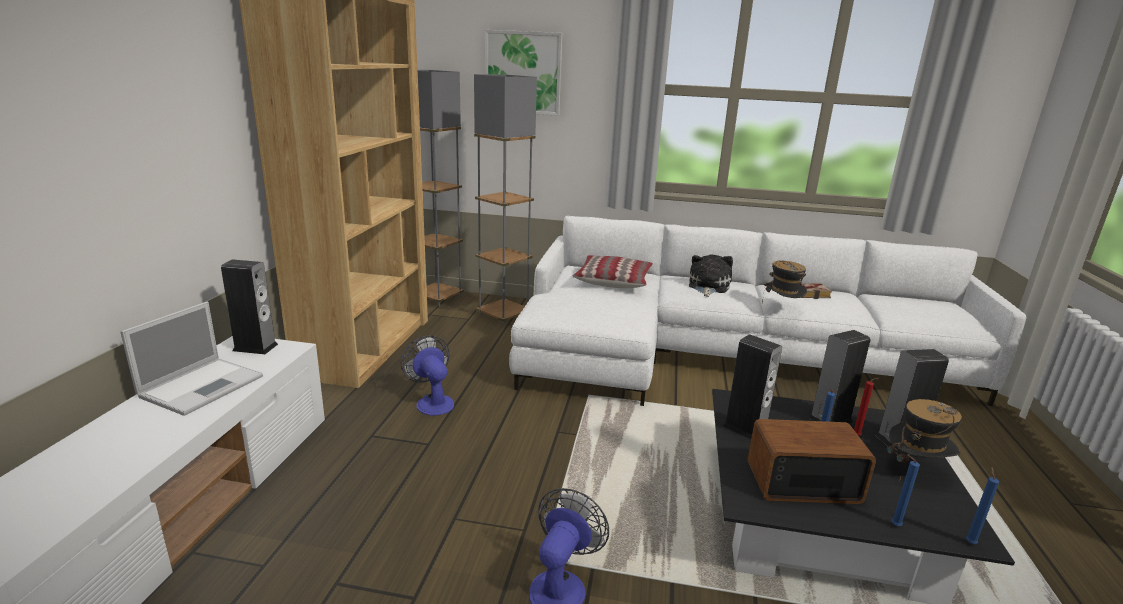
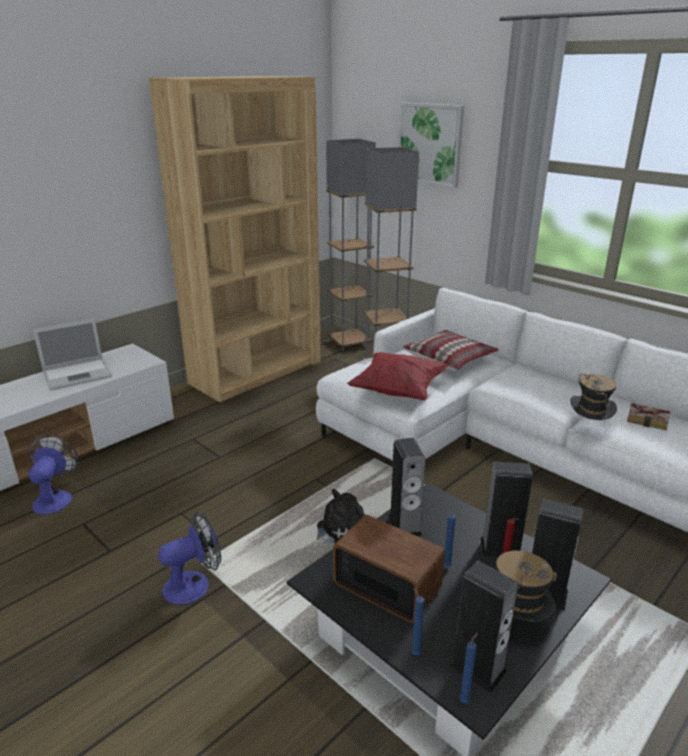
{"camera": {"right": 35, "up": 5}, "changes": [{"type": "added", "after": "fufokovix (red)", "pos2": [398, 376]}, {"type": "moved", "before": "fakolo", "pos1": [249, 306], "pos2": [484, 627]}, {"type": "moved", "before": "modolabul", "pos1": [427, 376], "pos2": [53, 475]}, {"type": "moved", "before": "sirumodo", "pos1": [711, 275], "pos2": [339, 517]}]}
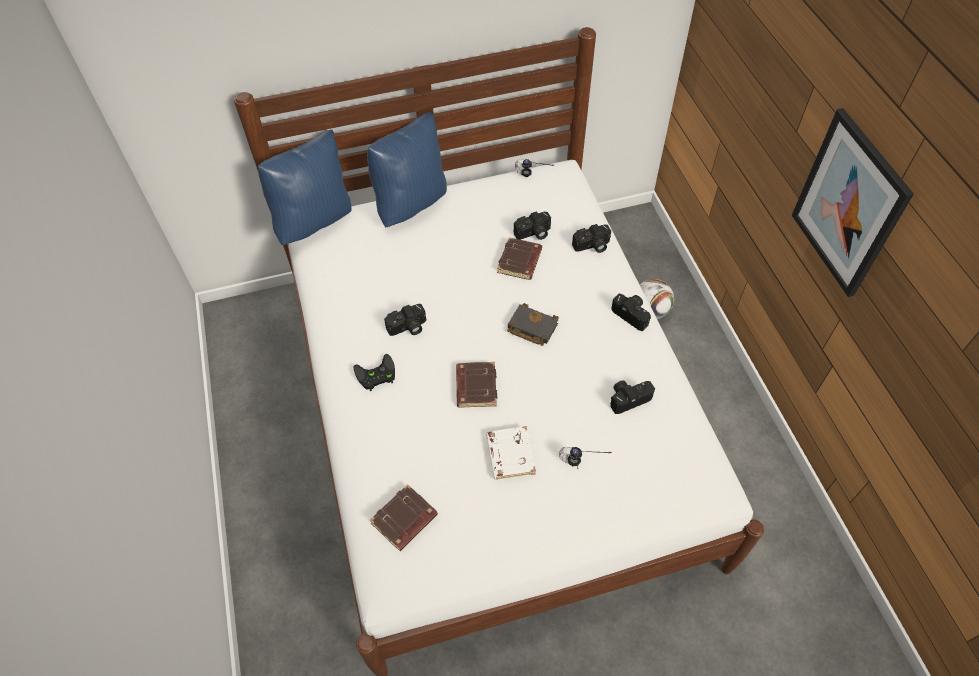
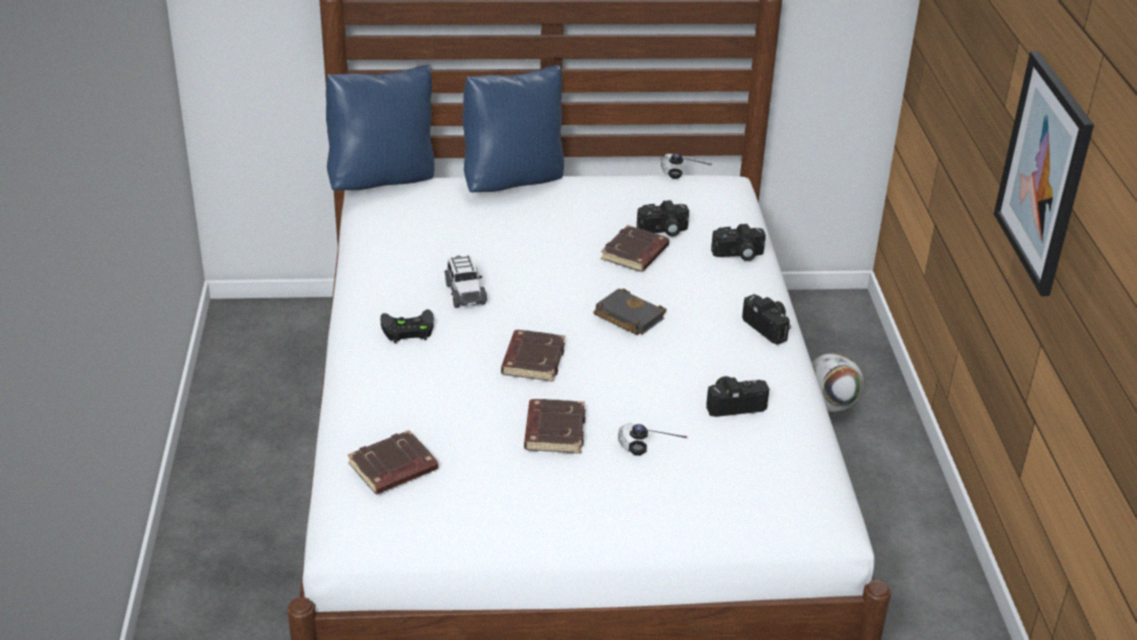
{"camera": {"right": 10, "up": -20}, "changes": [{"type": "replaced", "before": "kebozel", "after": "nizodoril", "pos1": [405, 320], "pos2": [466, 281]}, {"type": "recoloured", "before": "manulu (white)", "after": "manulu (brown)", "pos1": [511, 453], "pos2": [554, 426]}]}
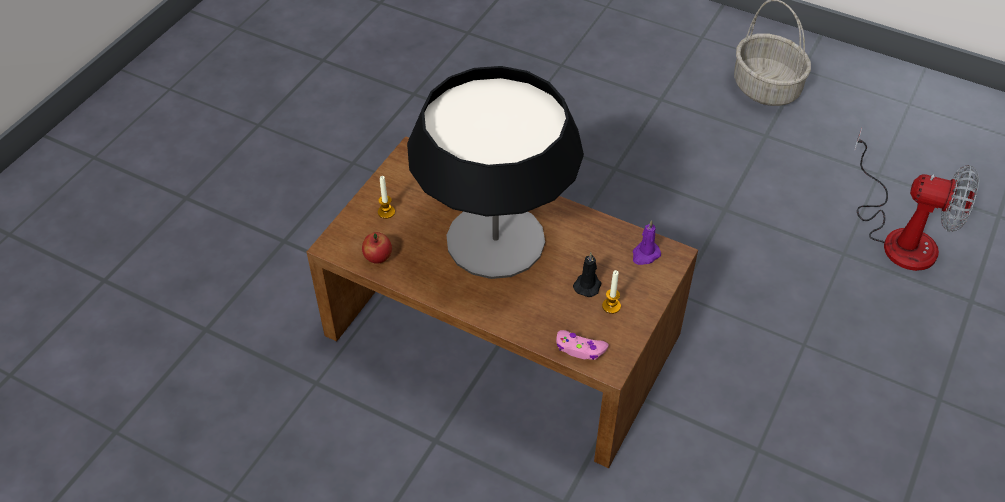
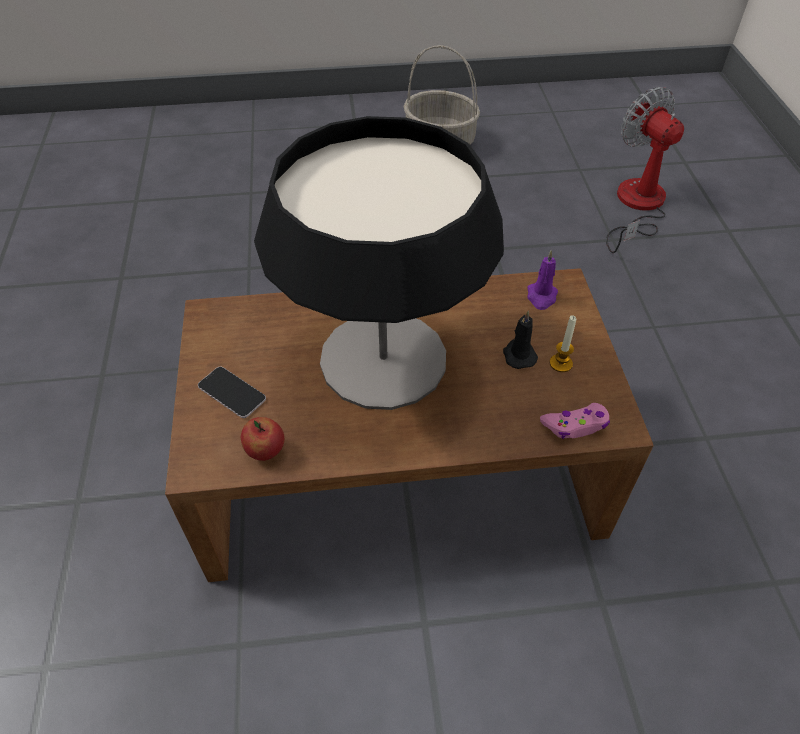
{"camera": {"right": -35, "up": 0}, "changes": [{"type": "replaced", "before": "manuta", "after": "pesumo", "pos1": [386, 197], "pos2": [232, 392]}, {"type": "turned", "before": "modolabul", "pos1": [917, 199], "pos2": [645, 170], "turn": -105}]}
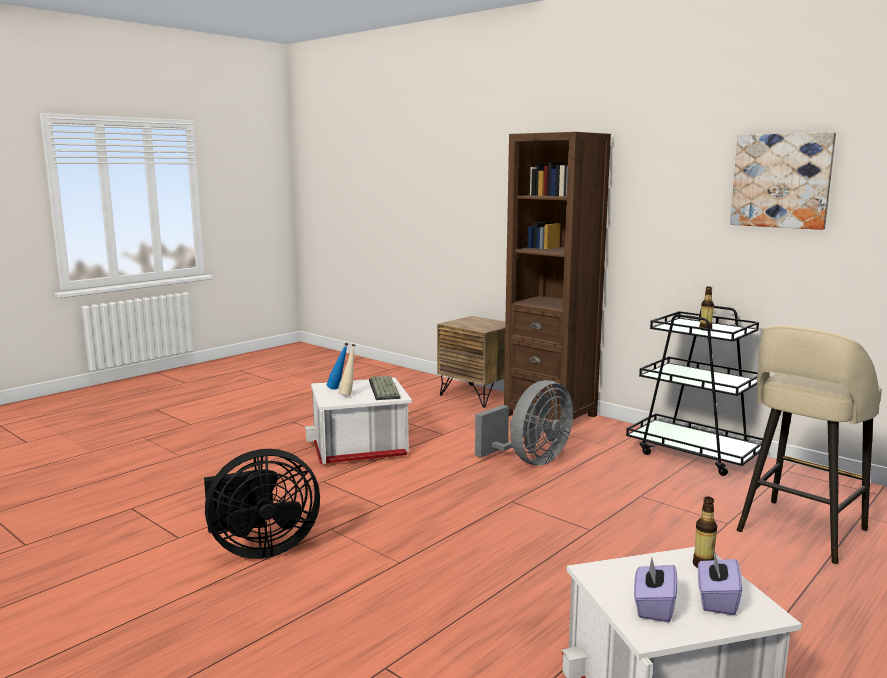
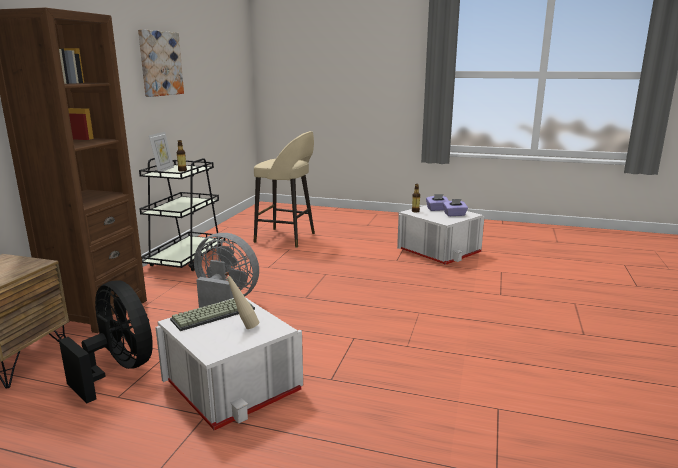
{"camera": {"right": -115, "up": 5}, "changes": [{"type": "removed", "before": "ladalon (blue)", "pos1": [337, 366]}, {"type": "added", "after": "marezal", "pos2": [161, 151]}, {"type": "moved", "before": "modolabul (black)", "pos1": [262, 504], "pos2": [106, 342]}]}
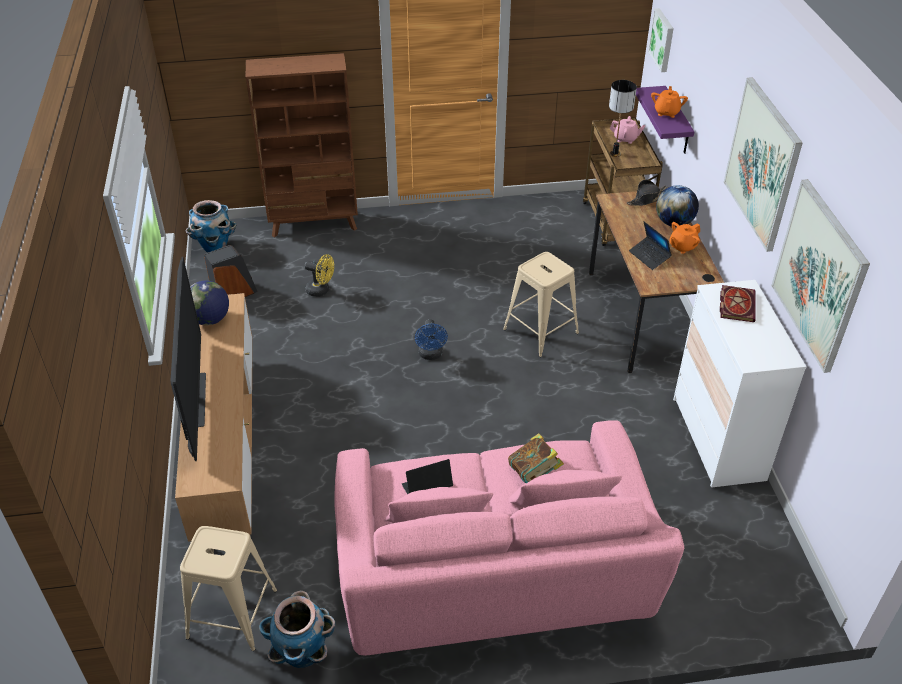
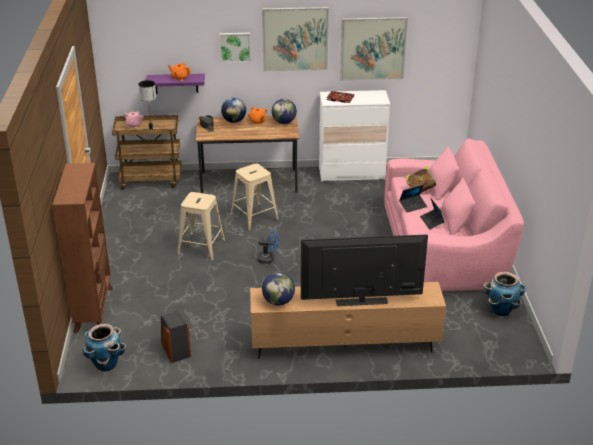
{"camera": {"right": -85, "up": -10}, "changes": [{"type": "removed", "before": "modolabul (yellow)", "pos1": [319, 275]}, {"type": "added", "after": "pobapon", "pos2": [284, 111]}, {"type": "moved", "before": "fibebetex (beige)", "pos1": [228, 588], "pos2": [201, 226]}, {"type": "moved", "before": "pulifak", "pos1": [650, 246], "pos2": [413, 198]}, {"type": "moved", "before": "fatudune", "pos1": [661, 40], "pos2": [235, 48]}]}
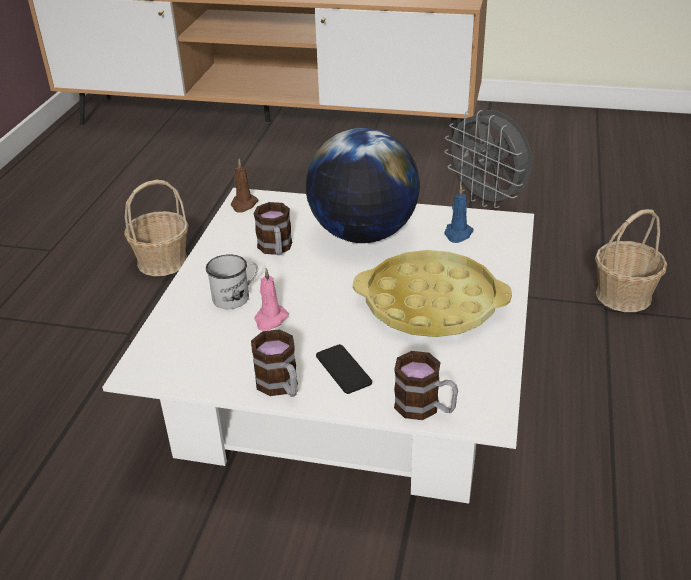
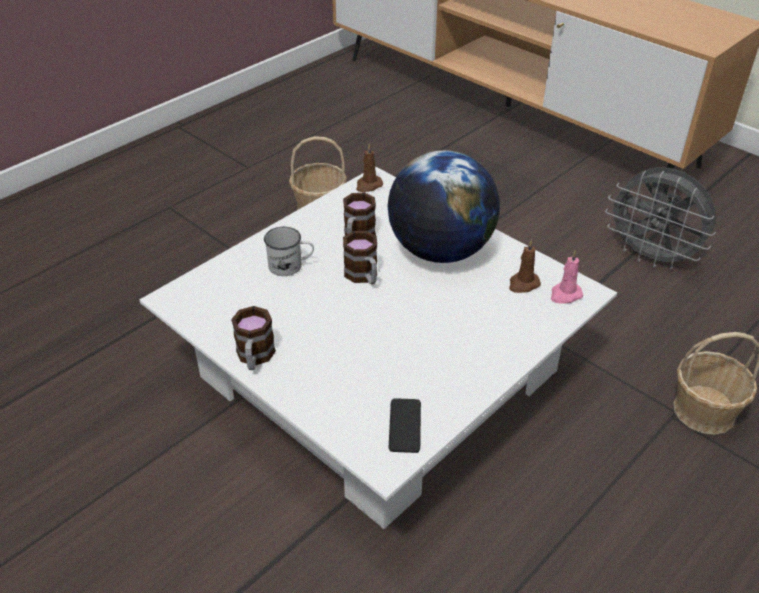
{"camera": {"right": 30, "up": 5}, "changes": [{"type": "removed", "before": "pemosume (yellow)", "pos1": [432, 293]}, {"type": "moved", "before": "manuta (pink)", "pos1": [271, 299], "pos2": [567, 276]}, {"type": "moved", "before": "pesumo", "pos1": [344, 369], "pos2": [405, 426]}, {"type": "moved", "before": "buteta", "pos1": [426, 385], "pos2": [360, 258]}, {"type": "recoloured", "before": "manuta (blue)", "after": "manuta (brown)", "pos1": [459, 214], "pos2": [525, 266]}, {"type": "turned", "before": "modolabul (grey)", "pos1": [488, 159], "pos2": [660, 218], "turn": -45}]}
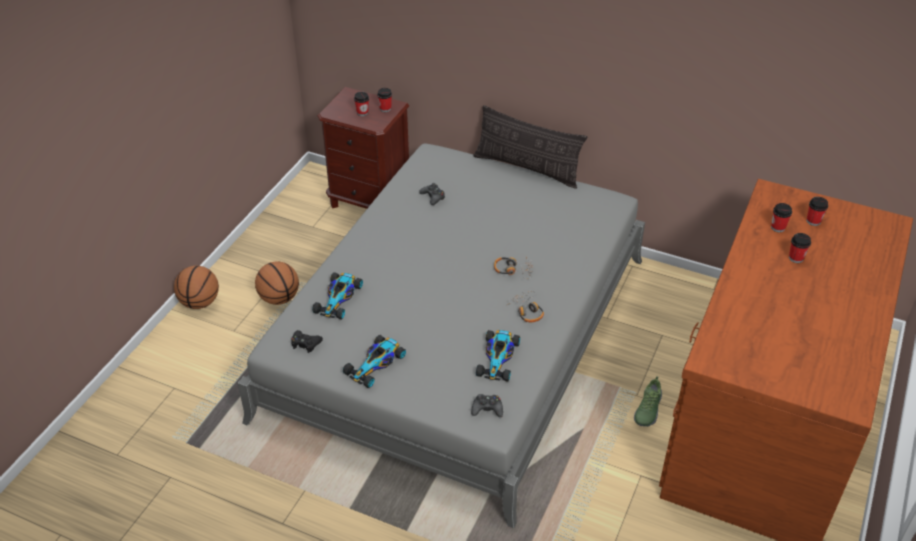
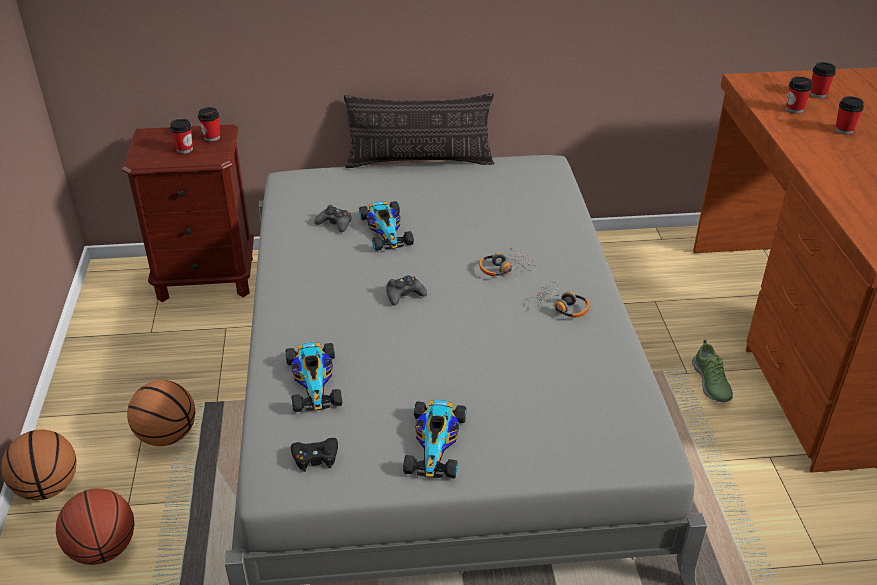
{"camera": {"right": -30, "up": -5}, "changes": [{"type": "added", "after": "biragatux", "pos2": [95, 526]}, {"type": "moved", "before": "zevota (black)", "pos1": [487, 405], "pos2": [406, 290]}, {"type": "moved", "before": "nizodoril", "pos1": [498, 356], "pos2": [386, 226]}]}
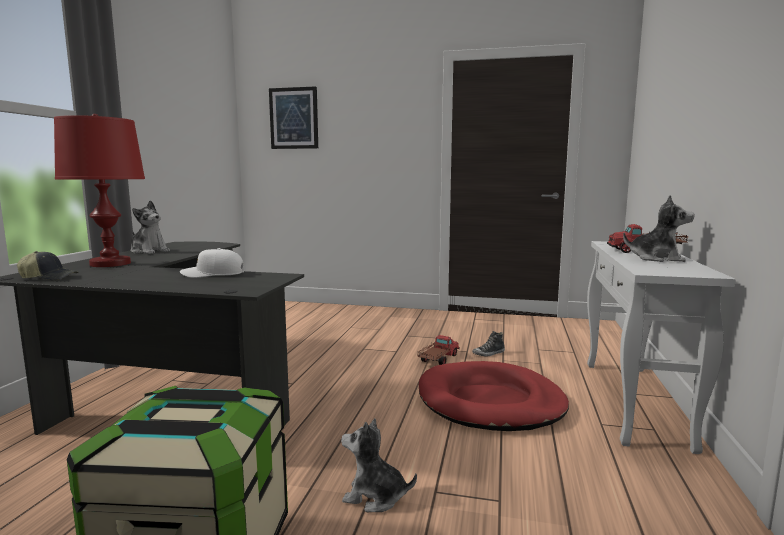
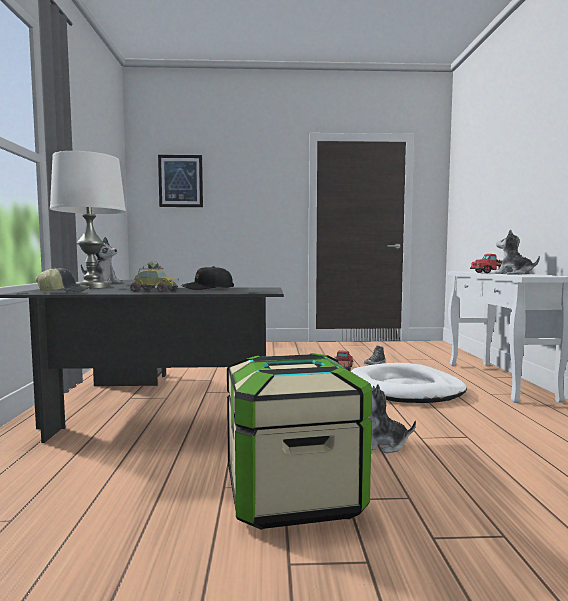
{"camera": {"right": -15, "up": -5}, "changes": [{"type": "added", "after": "nizodoril", "pos2": [156, 276]}, {"type": "recoloured", "before": "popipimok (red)", "after": "popipimok (white)", "pos1": [99, 190], "pos2": [88, 219]}, {"type": "recoloured", "before": "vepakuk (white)", "after": "vepakuk (black)", "pos1": [212, 263], "pos2": [207, 278]}, {"type": "recoloured", "before": "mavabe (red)", "after": "mavabe (white)", "pos1": [494, 396], "pos2": [409, 383]}, {"type": "turned", "before": "sirumodo", "pos1": [659, 228], "pos2": [517, 252], "turn": -135}]}
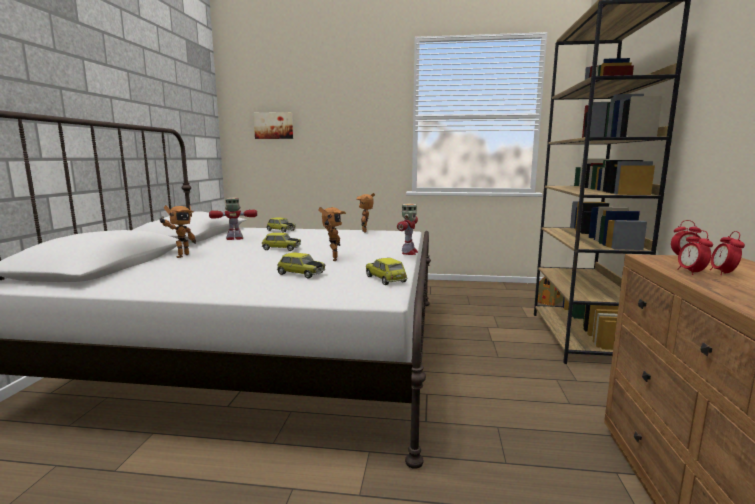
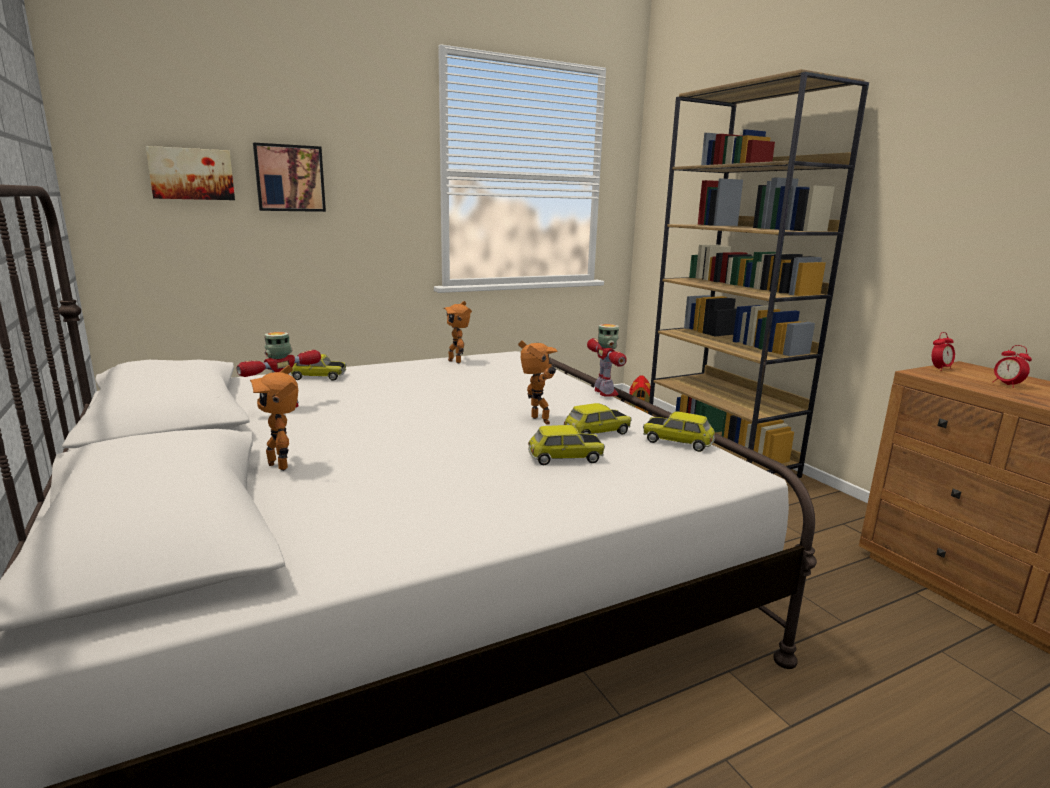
{"camera": {"right": -35, "up": 5}, "changes": [{"type": "removed", "before": "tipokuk", "pos1": [695, 252]}, {"type": "added", "after": "fatudune", "pos2": [289, 177]}, {"type": "moved", "before": "nizodoril", "pos1": [281, 242], "pos2": [598, 419]}, {"type": "turned", "before": "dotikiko", "pos1": [178, 231], "pos2": [274, 418], "turn": 150}]}
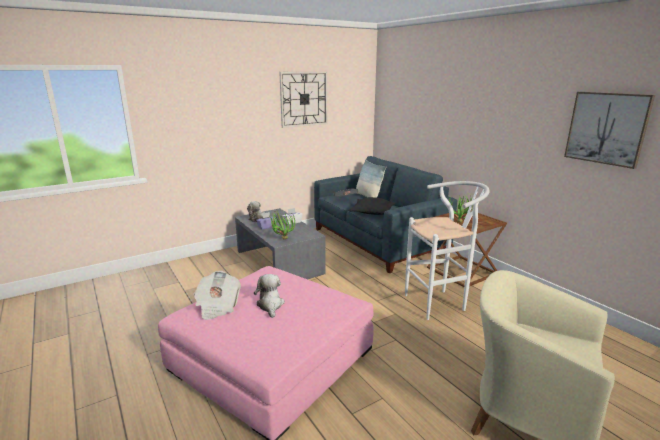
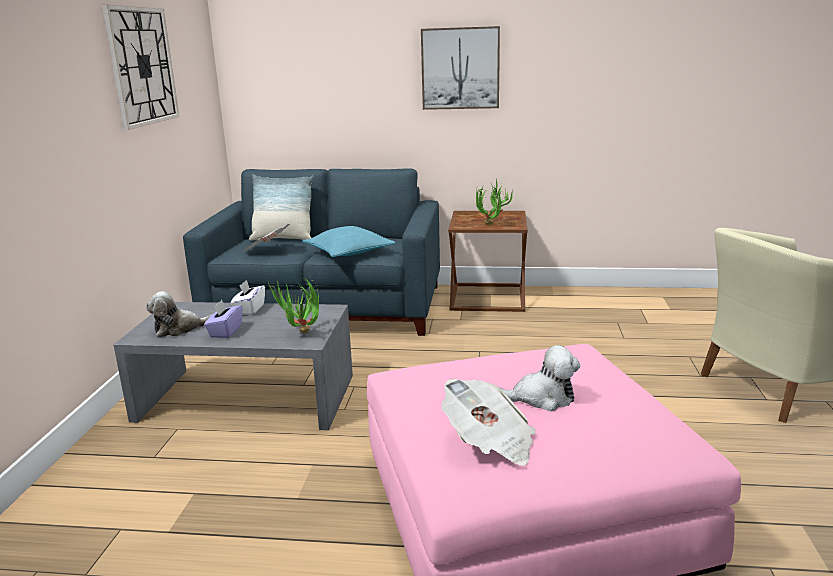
{"camera": {"right": -50, "up": 0}, "changes": [{"type": "removed", "before": "fibebetex (white)", "pos1": [447, 250]}, {"type": "moved", "before": "fatudune", "pos1": [609, 130], "pos2": [460, 68]}, {"type": "recoloured", "before": "fufokovix (black)", "after": "fufokovix (turquoise)", "pos1": [372, 206], "pos2": [349, 241]}, {"type": "turned", "before": "sirumodo", "pos1": [269, 296], "pos2": [539, 378], "turn": 150}]}
